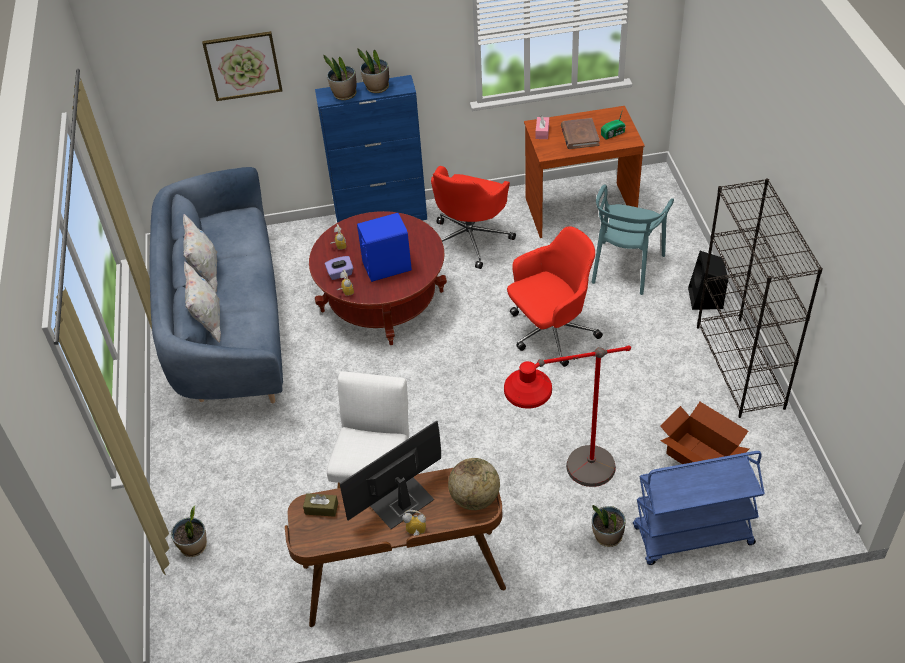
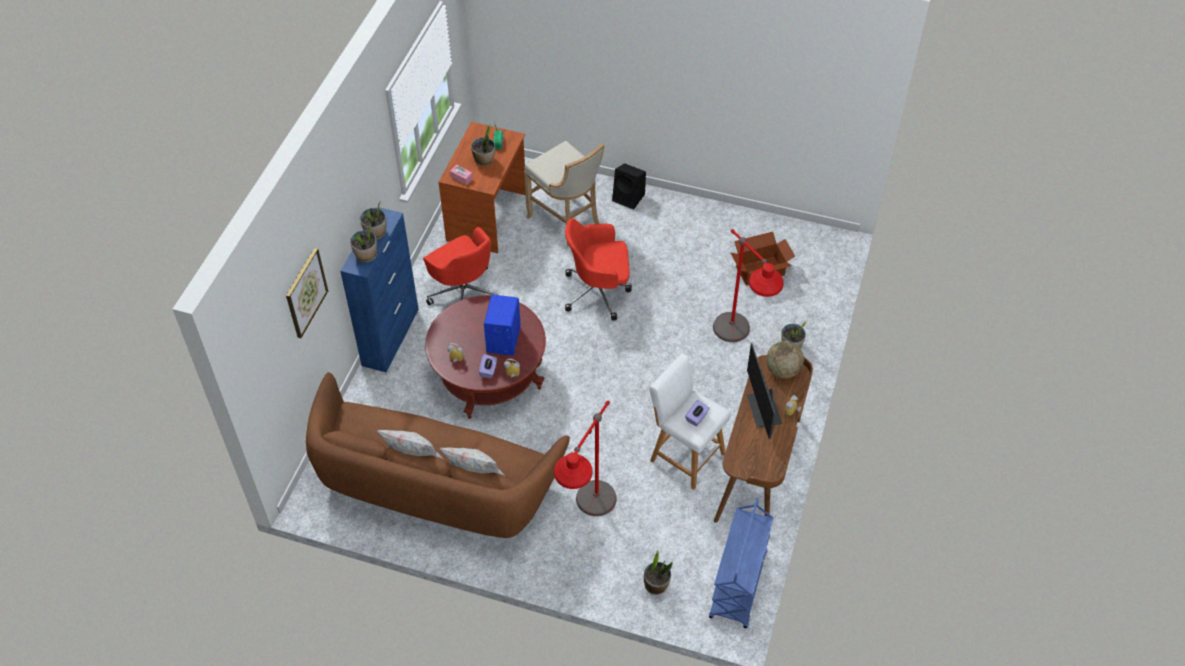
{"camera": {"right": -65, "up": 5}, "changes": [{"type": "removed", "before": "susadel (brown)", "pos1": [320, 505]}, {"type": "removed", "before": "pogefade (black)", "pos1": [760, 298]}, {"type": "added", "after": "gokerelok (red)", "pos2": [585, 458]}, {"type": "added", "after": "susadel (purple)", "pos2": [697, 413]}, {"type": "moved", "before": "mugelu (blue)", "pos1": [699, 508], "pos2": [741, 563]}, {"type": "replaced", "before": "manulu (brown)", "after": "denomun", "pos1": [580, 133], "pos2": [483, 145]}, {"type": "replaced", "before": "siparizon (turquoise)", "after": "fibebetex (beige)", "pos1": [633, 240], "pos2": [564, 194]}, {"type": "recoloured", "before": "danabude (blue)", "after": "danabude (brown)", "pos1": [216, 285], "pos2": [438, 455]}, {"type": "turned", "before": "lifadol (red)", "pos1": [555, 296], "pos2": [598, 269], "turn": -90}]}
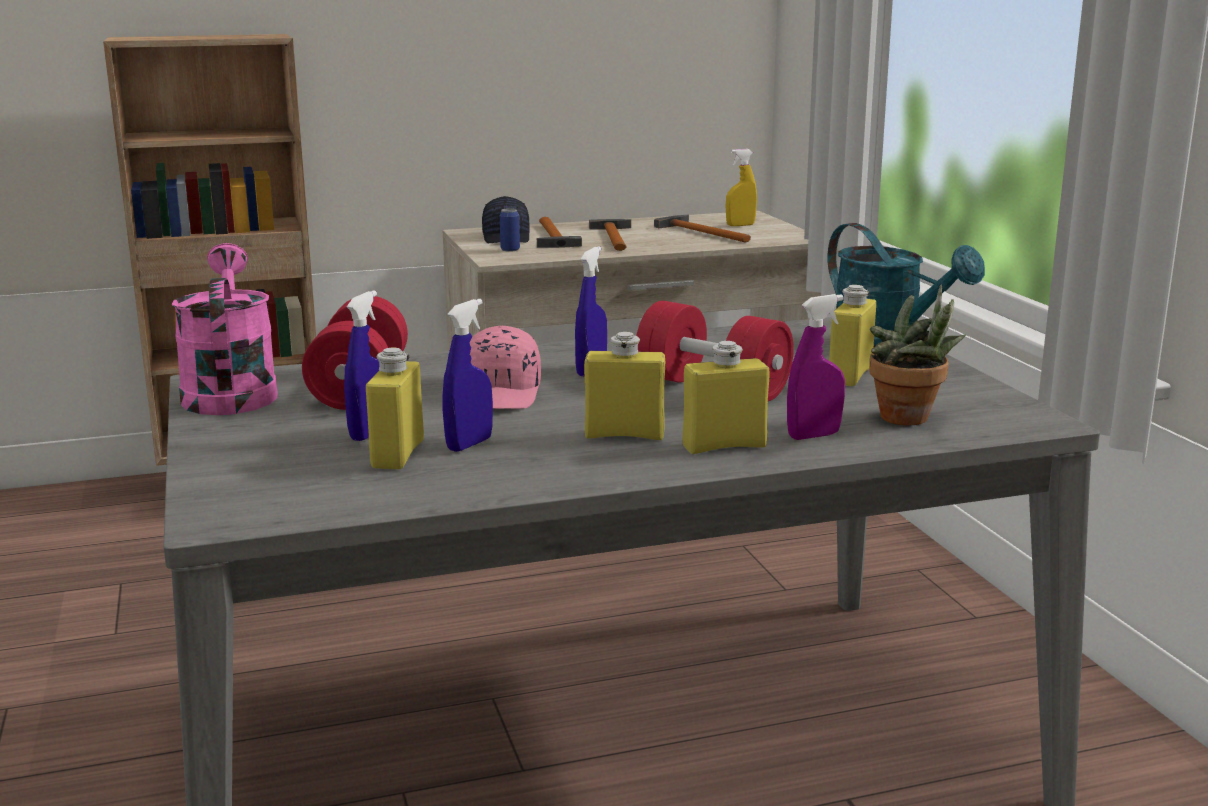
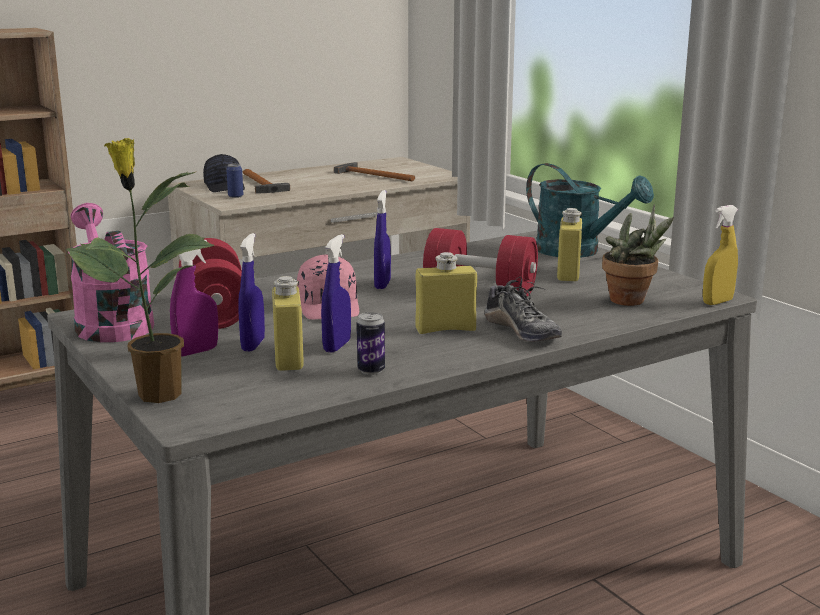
{"camera": {"right": -15, "up": 0}, "changes": [{"type": "removed", "before": "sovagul", "pos1": [610, 235]}, {"type": "added", "after": "denomun", "pos2": [140, 270]}, {"type": "added", "after": "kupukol", "pos2": [371, 343]}, {"type": "moved", "before": "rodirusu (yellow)", "pos1": [741, 187], "pos2": [720, 255]}, {"type": "moved", "before": "rodirusu (purple)", "pos1": [816, 367], "pos2": [194, 298]}, {"type": "replaced", "before": "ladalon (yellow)", "after": "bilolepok", "pos1": [726, 397], "pos2": [523, 309]}]}
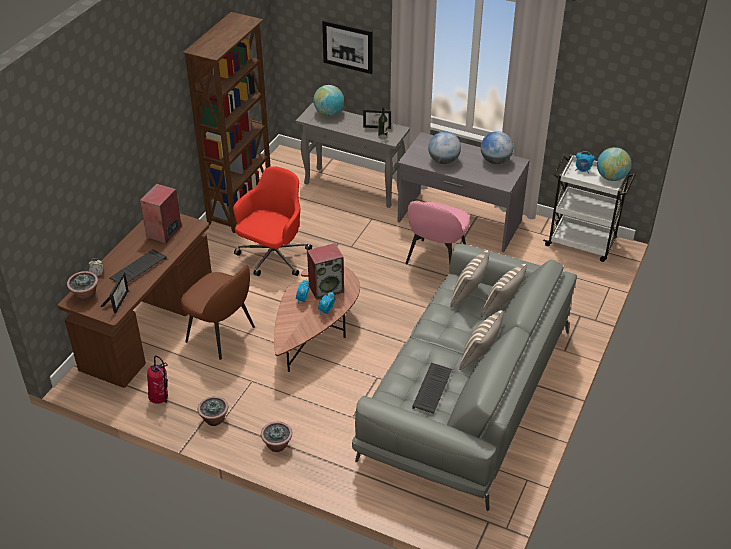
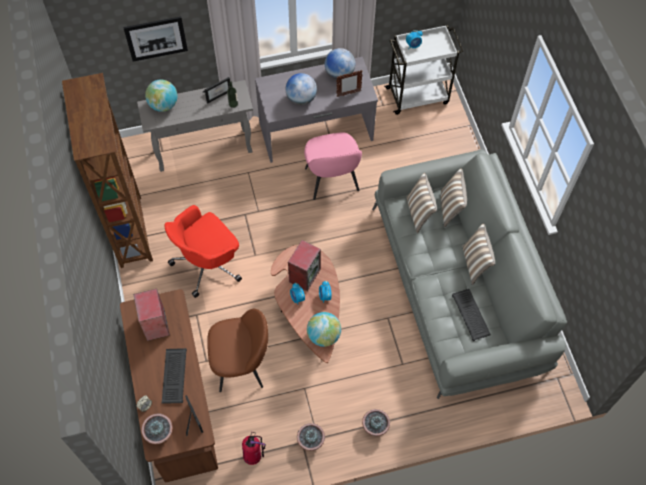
{"camera": {"right": -40, "up": 20}, "changes": [{"type": "added", "after": "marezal", "pos2": [349, 83]}, {"type": "moved", "before": "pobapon", "pos1": [614, 164], "pos2": [324, 329]}, {"type": "turned", "before": "lifadol (red)", "pos1": [272, 221], "pos2": [203, 251], "turn": -120}]}
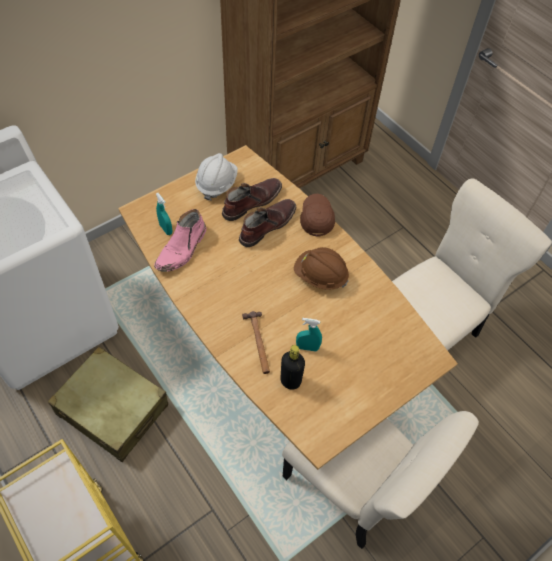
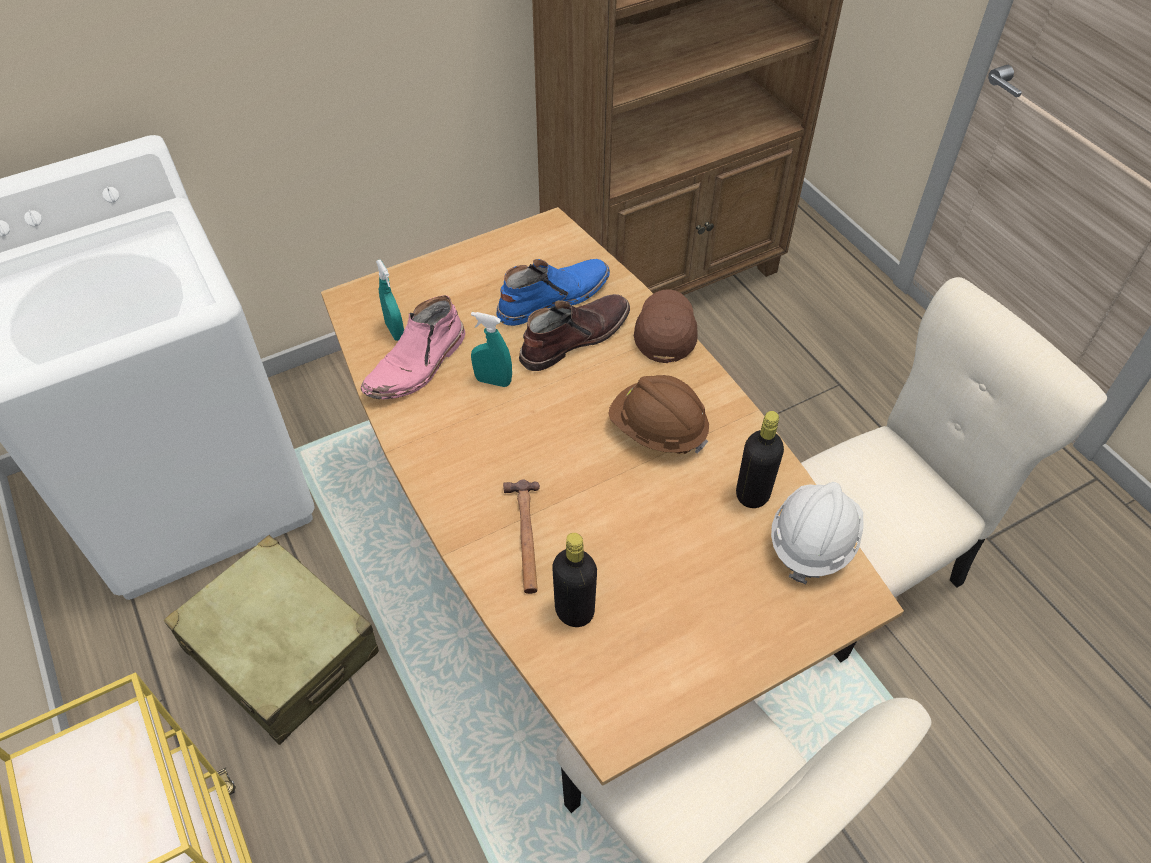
{"camera": {"right": 10, "up": -5}, "changes": [{"type": "added", "after": "ladalon (black)", "pos2": [760, 459]}, {"type": "moved", "before": "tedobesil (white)", "pos1": [216, 176], "pos2": [817, 533]}, {"type": "moved", "before": "rodirusu (turquoise)", "pos1": [309, 335], "pos2": [491, 349]}, {"type": "recoloured", "before": "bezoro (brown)", "after": "bezoro (blue)", "pos1": [252, 199], "pos2": [553, 292]}]}
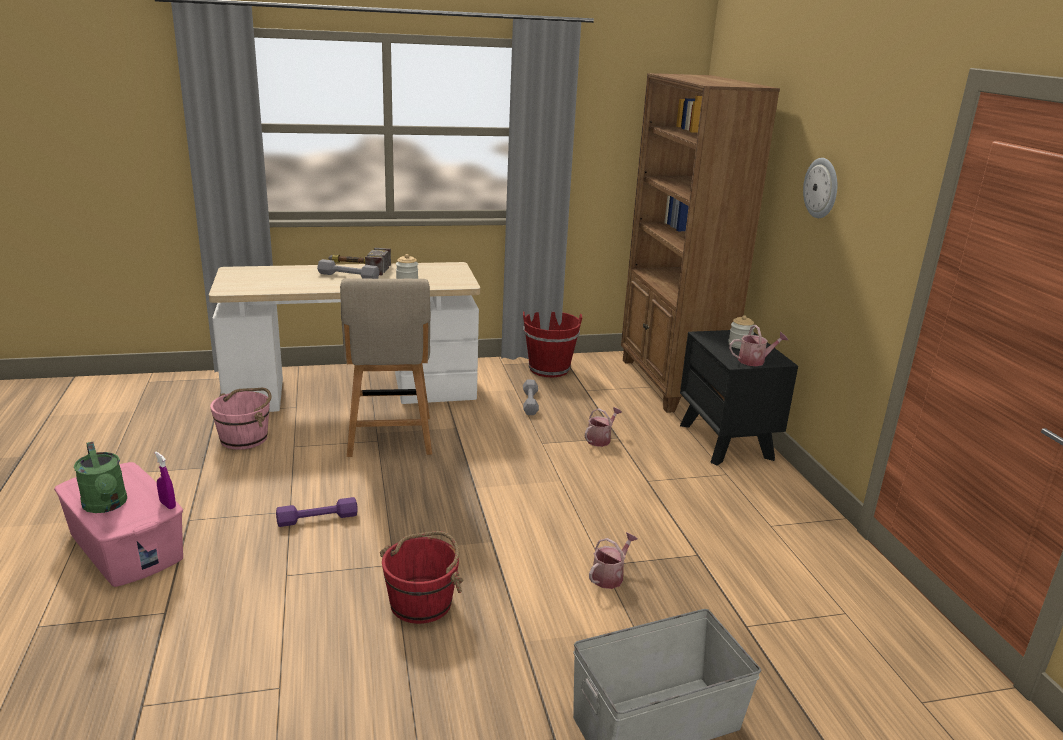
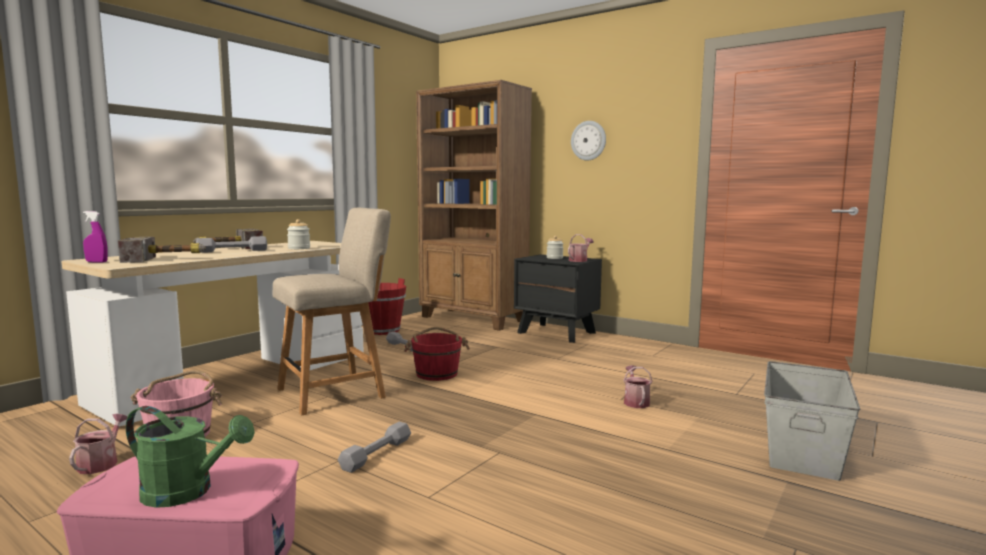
{"camera": {"right": -40, "up": -15}, "changes": [{"type": "added", "after": "sovagul", "pos2": [162, 250]}, {"type": "moved", "before": "rodirusu (purple)", "pos1": [165, 480], "pos2": [95, 236]}, {"type": "moved", "before": "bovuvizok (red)", "pos1": [421, 577], "pos2": [437, 354]}, {"type": "moved", "before": "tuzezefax", "pos1": [603, 427], "pos2": [98, 444]}, {"type": "recoloured", "before": "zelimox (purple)", "after": "zelimox (grey)", "pos1": [317, 512], "pos2": [374, 447]}, {"type": "turned", "before": "siparizon (beige)", "pos1": [386, 368], "pos2": [331, 311], "turn": -75}]}
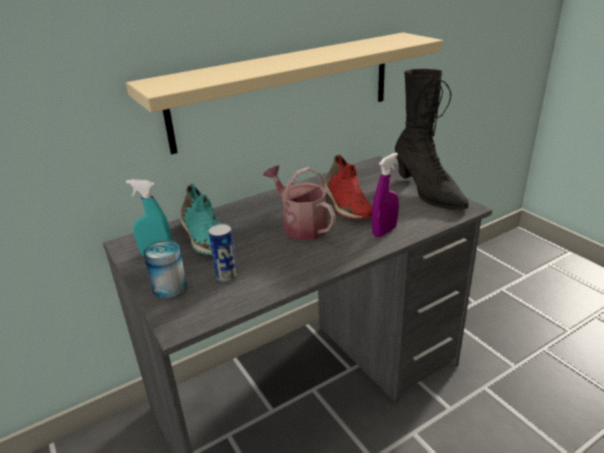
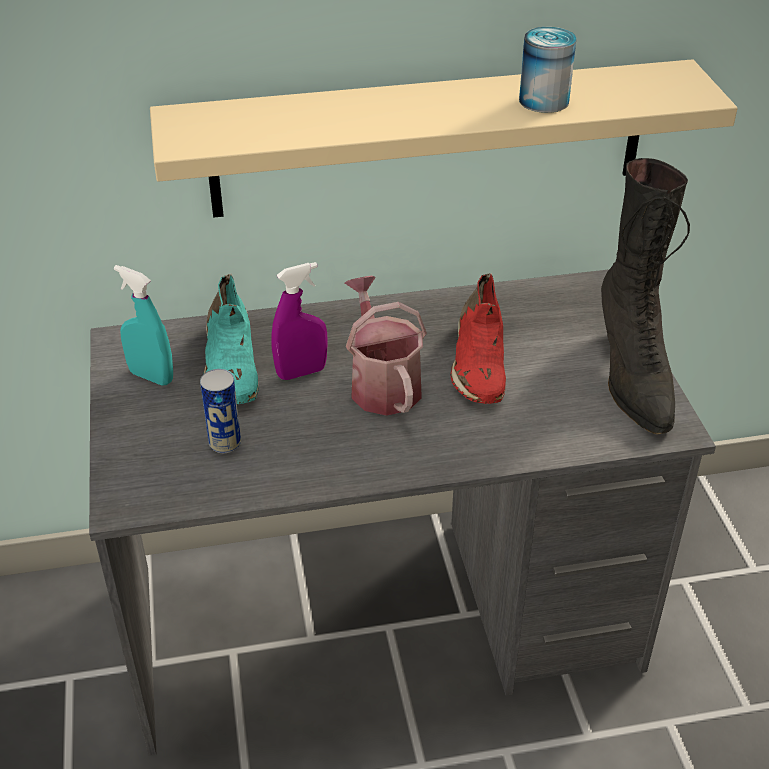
{"camera": {"right": 20, "up": 10}, "changes": [{"type": "moved", "before": "kupukol", "pos1": [165, 269], "pos2": [548, 70]}, {"type": "moved", "before": "rodirusu (purple)", "pos1": [385, 195], "pos2": [300, 321]}]}
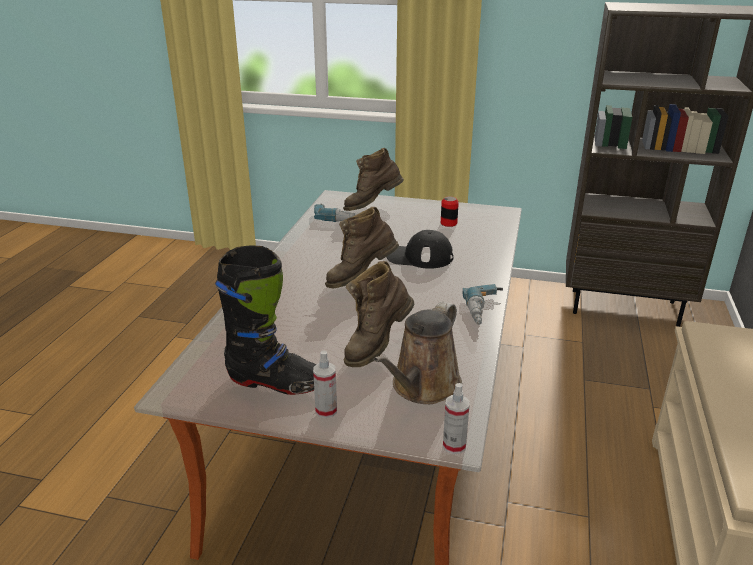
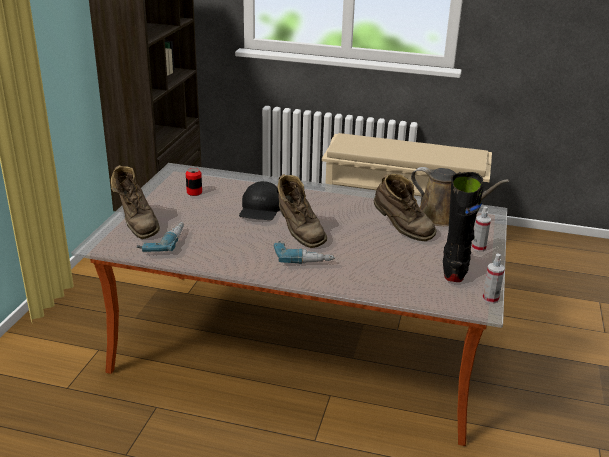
{"camera": {"right": -90, "up": 0}, "changes": [{"type": "moved", "before": "rodirusu", "pos1": [456, 418], "pos2": [493, 278]}, {"type": "moved", "before": "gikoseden", "pos1": [483, 304], "pos2": [304, 252]}]}
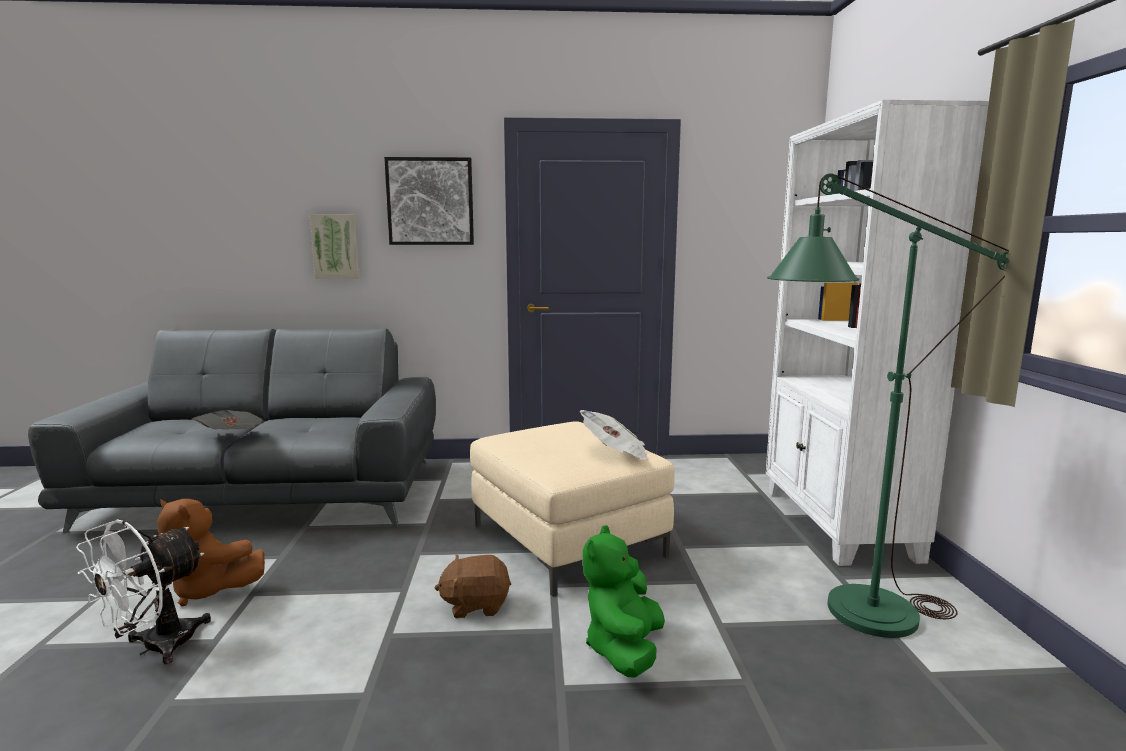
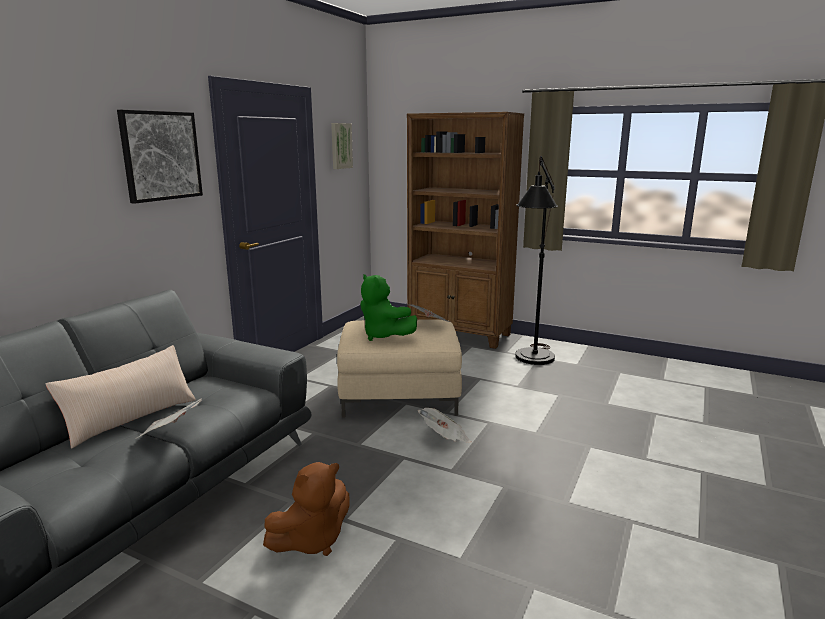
{"camera": {"right": -60, "up": 5}, "changes": [{"type": "removed", "before": "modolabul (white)", "pos1": [143, 591]}, {"type": "added", "after": "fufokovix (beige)", "pos2": [121, 397]}, {"type": "moved", "before": "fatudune", "pos1": [335, 246], "pos2": [342, 146]}, {"type": "moved", "before": "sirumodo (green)", "pos1": [623, 601], "pos2": [388, 307]}, {"type": "replaced", "before": "sirumodo (brown)", "after": "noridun", "pos1": [473, 586], "pos2": [444, 425]}, {"type": "recoloured", "before": "pogefade (white)", "after": "pogefade (brown)", "pos1": [877, 333], "pos2": [465, 230]}, {"type": "recoloured", "before": "gokerelok (green)", "after": "gokerelok (black)", "pos1": [888, 405], "pos2": [536, 260]}]}
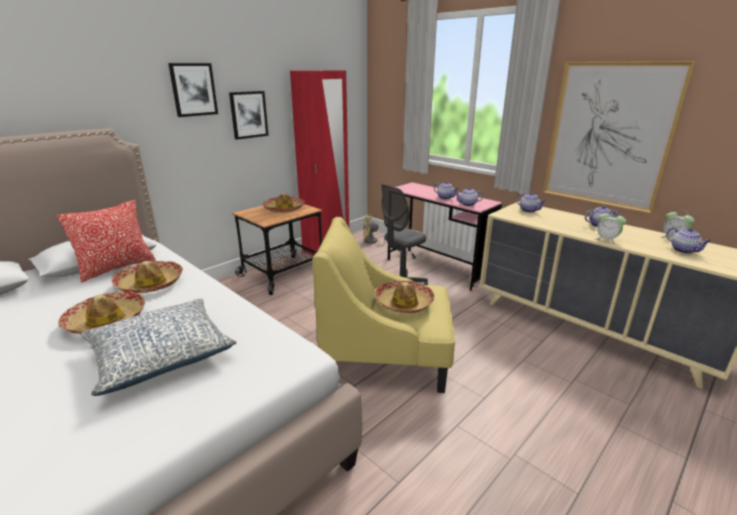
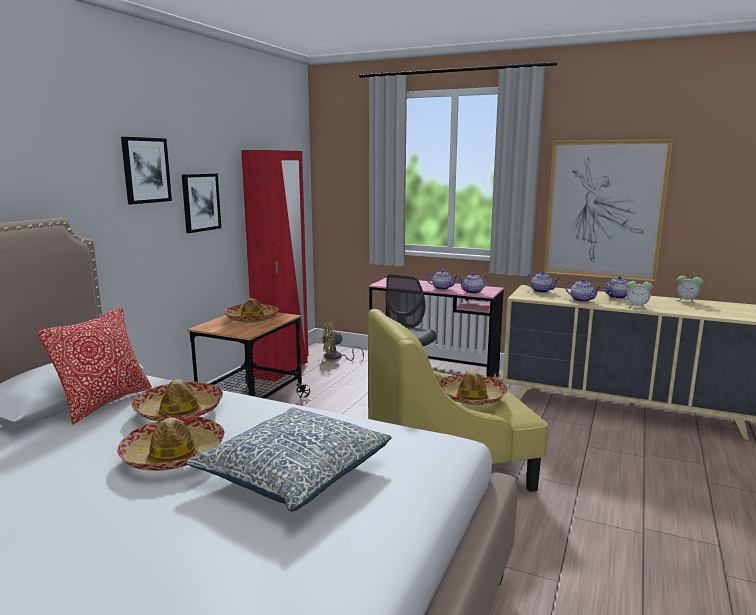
{"camera": {"right": -20, "up": -10}, "changes": [{"type": "moved", "before": "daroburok", "pos1": [688, 240], "pos2": [583, 290]}]}
